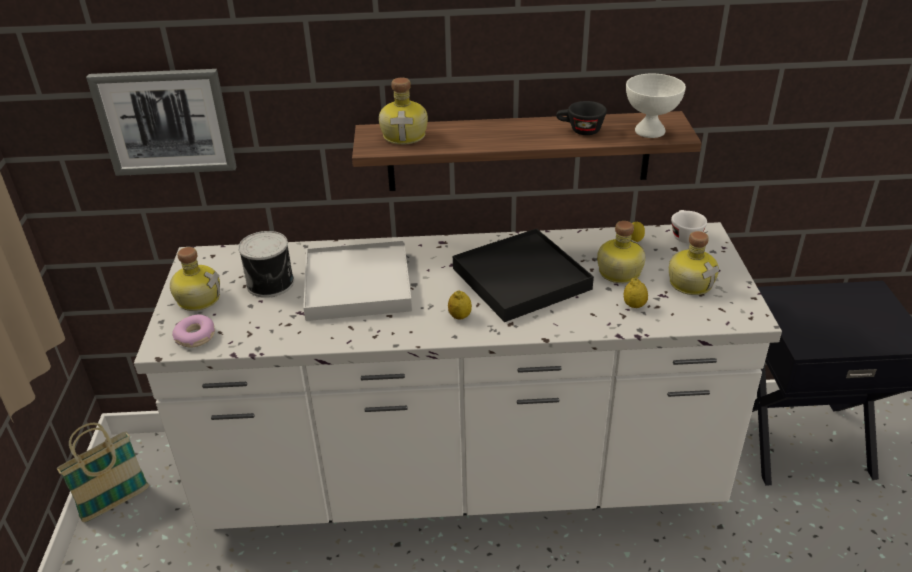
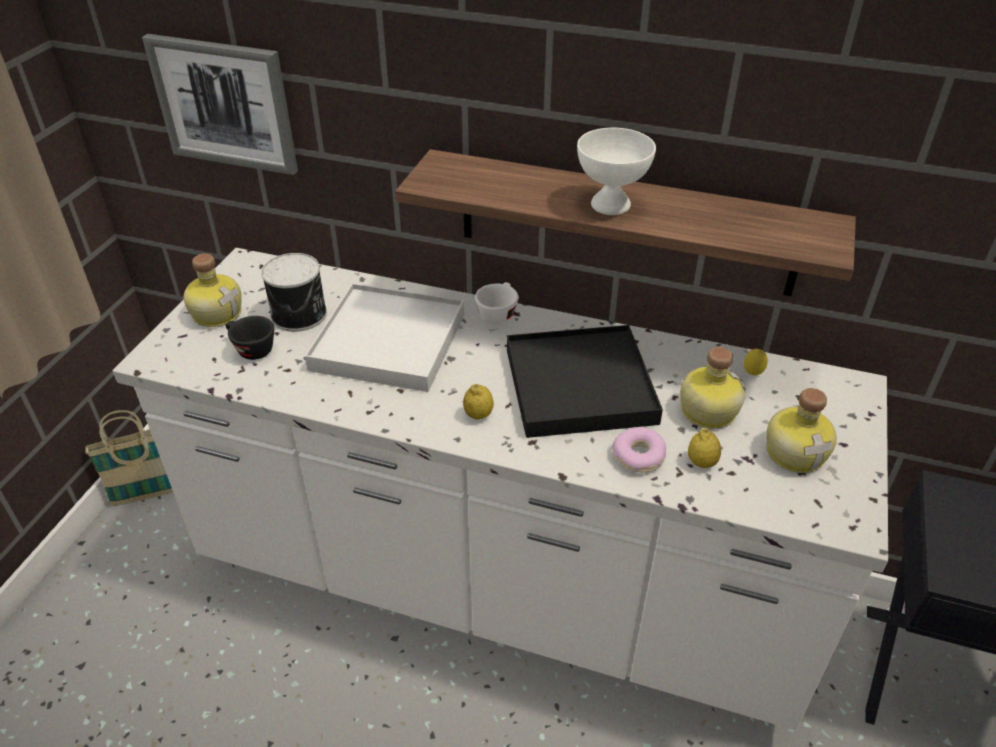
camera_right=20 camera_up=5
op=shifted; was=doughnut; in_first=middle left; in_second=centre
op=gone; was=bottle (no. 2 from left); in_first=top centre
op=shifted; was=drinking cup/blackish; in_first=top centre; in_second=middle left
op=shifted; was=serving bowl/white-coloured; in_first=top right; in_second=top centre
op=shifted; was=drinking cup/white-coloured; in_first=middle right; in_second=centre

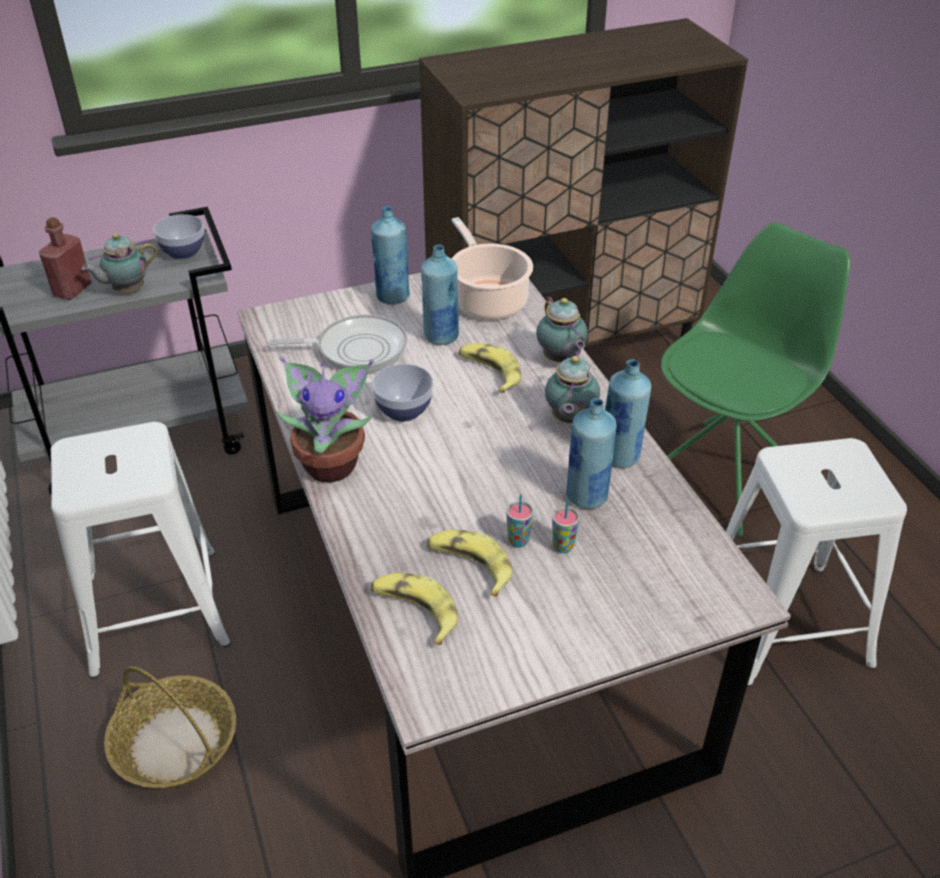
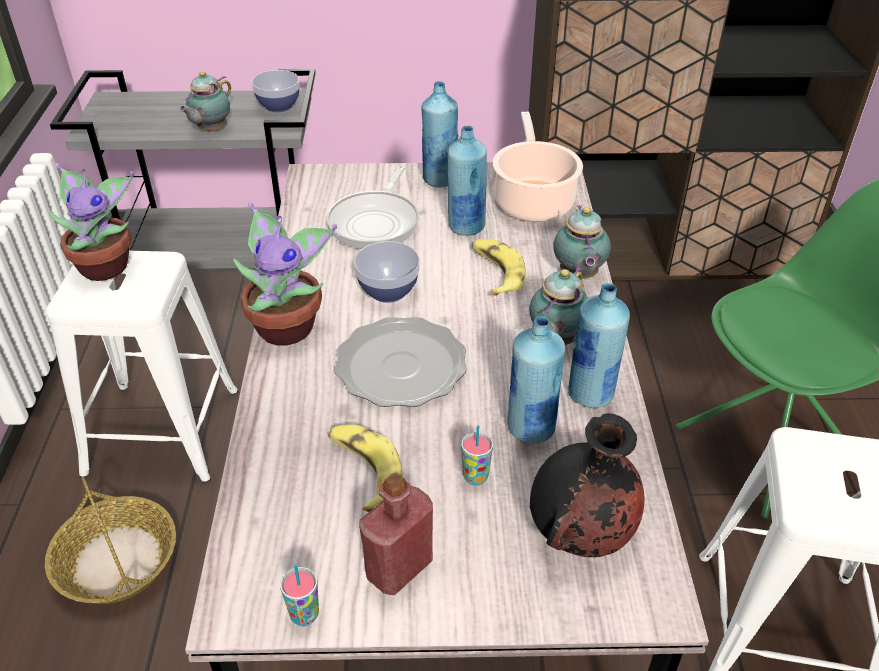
camera_right=20 camera_up=0
op=shifted; was=bottle/red; in_first=top left; in_second=bottom centre
op=rotated; was=pot for tea (no. 1 from left); in_first=top left; in_second=top left; clockwise=-45
op=rotated; was=pan; in_first=centre; in_second=top centre; clockwise=90
op=gone; was=banana (no. 1 from left); in_first=bottom centre
op=shifted; was=drinking cup (no. 1 from left); in_first=centre; in_second=bottom centre
op=new; now=potted plant (no. 1 from left); in_second=top left
op=new; now=dinner plate; in_second=centre
op=new; now=decorative vase/blackish; in_second=bottom right

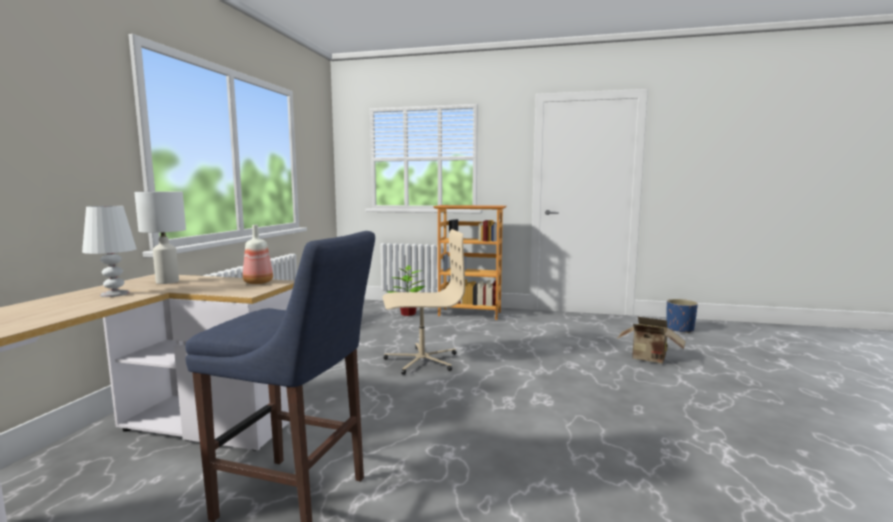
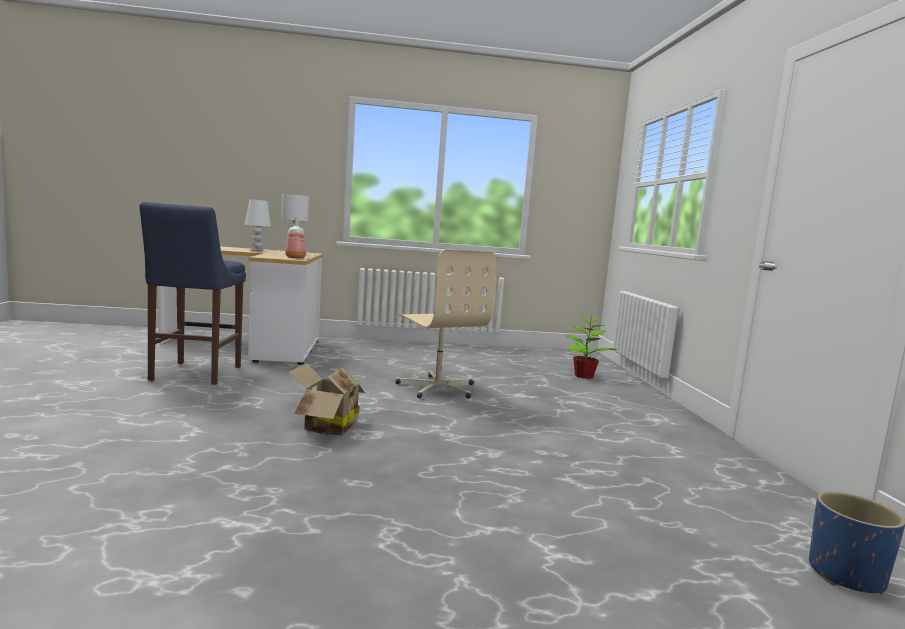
camera_right=70 camera_up=0
op=gone; was=bookshelf; in_first=centre
op=shifted; was=carton; in_first=middle right; in_second=centre

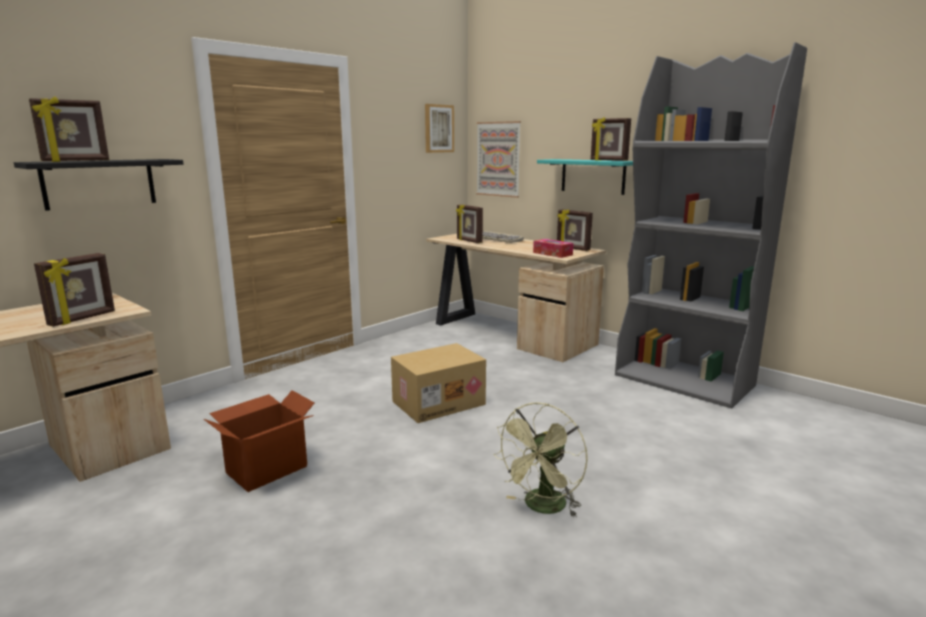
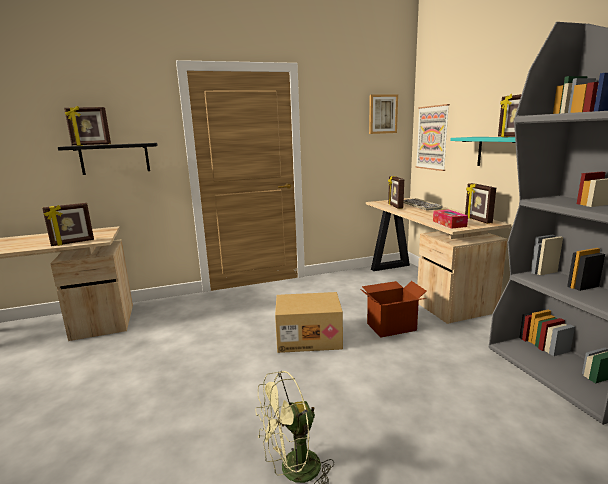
camera_right=30 camera_up=0
op=shifted; was=carton (no. 1 from left in the first image); now=carton (no. 2 from left); in_first=bottom left; in_second=centre

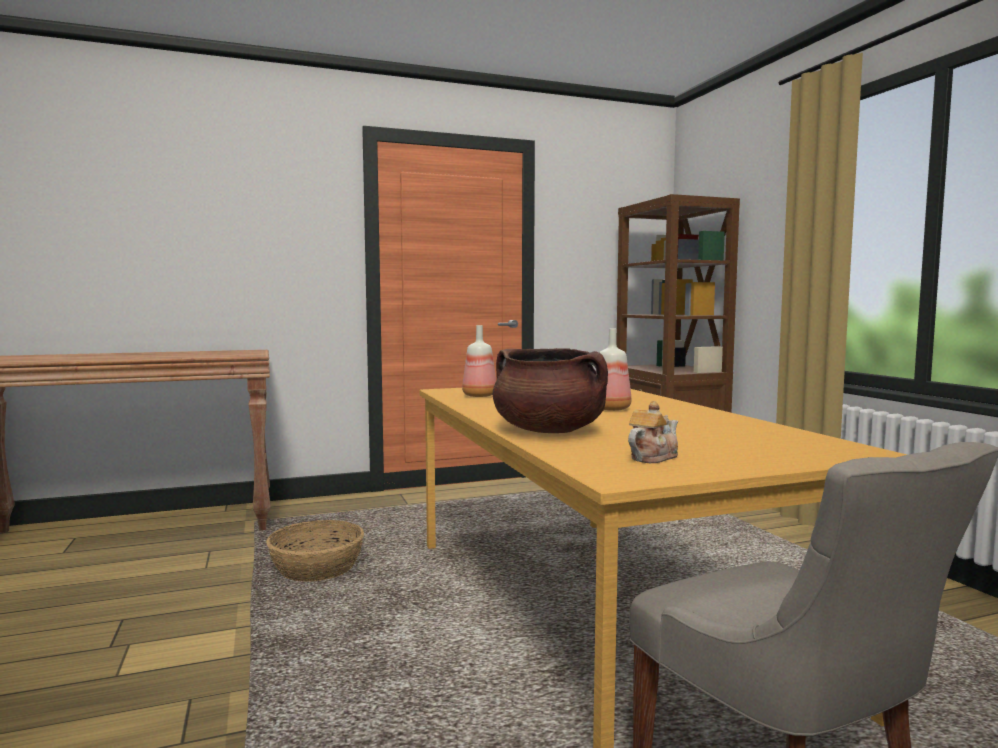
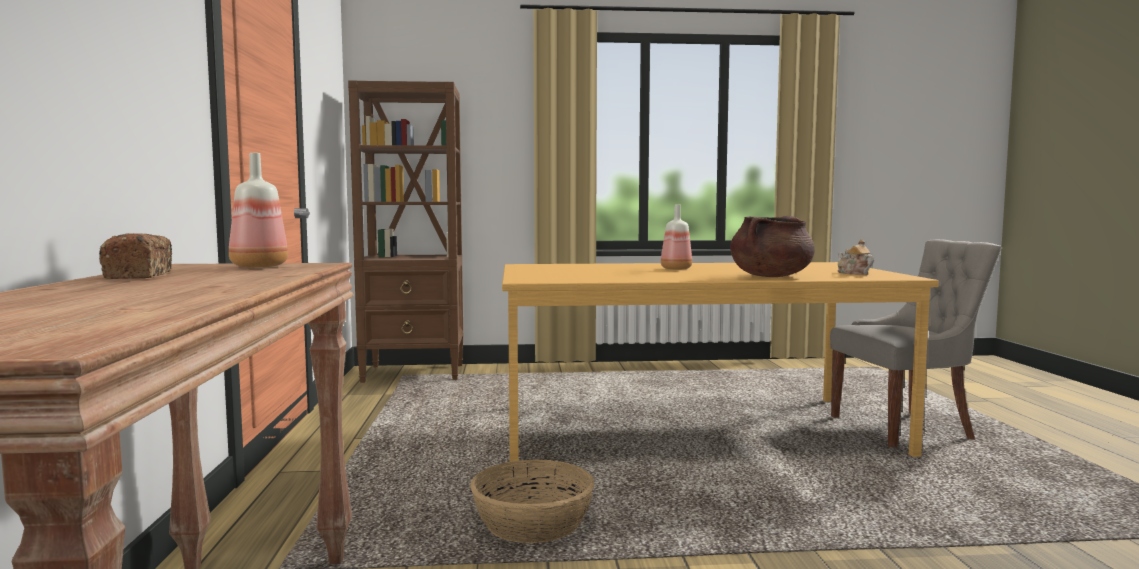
camera_right=-75 camera_up=0
op=shifted; was=bottle (no. 1 from left); in_first=centre; in_second=middle left
op=new; now=bakery bread; in_second=middle left

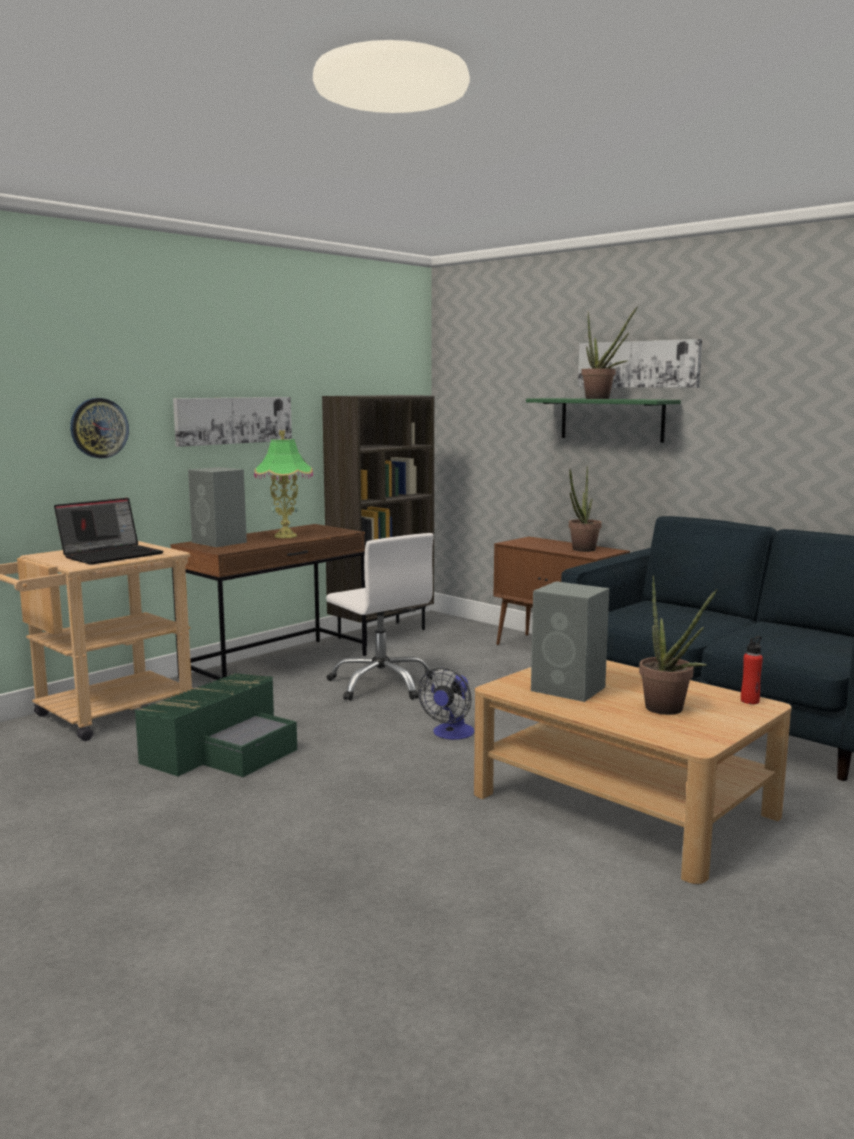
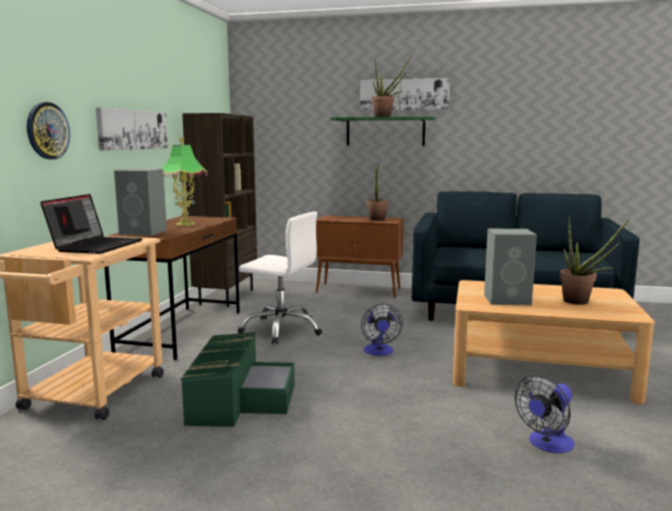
camera_right=-30 camera_up=0
op=gone; was=bottle/red; in_first=middle right
op=new; now=electric fan (no. 2 from left); in_second=bottom right

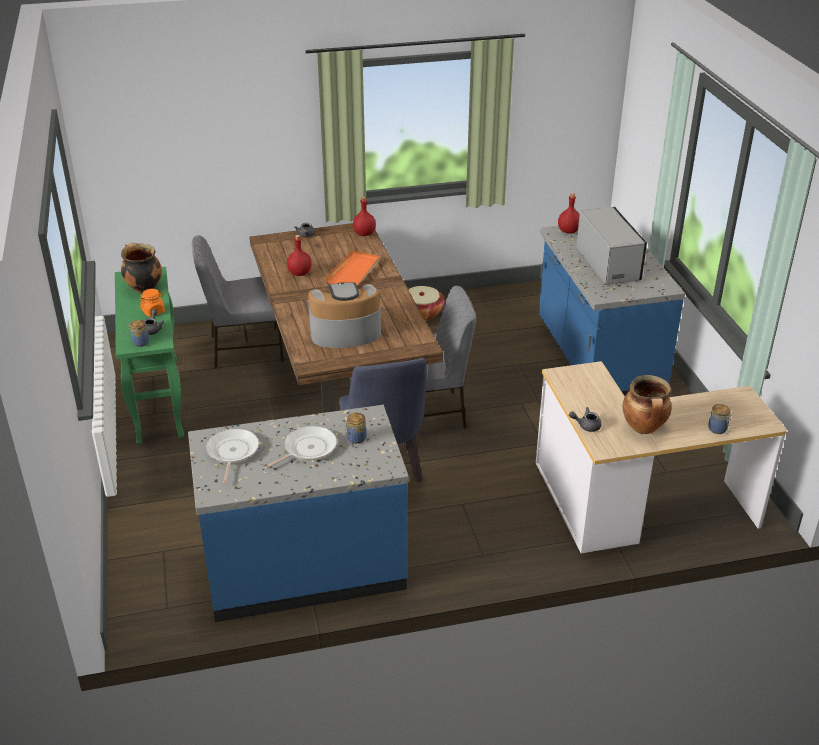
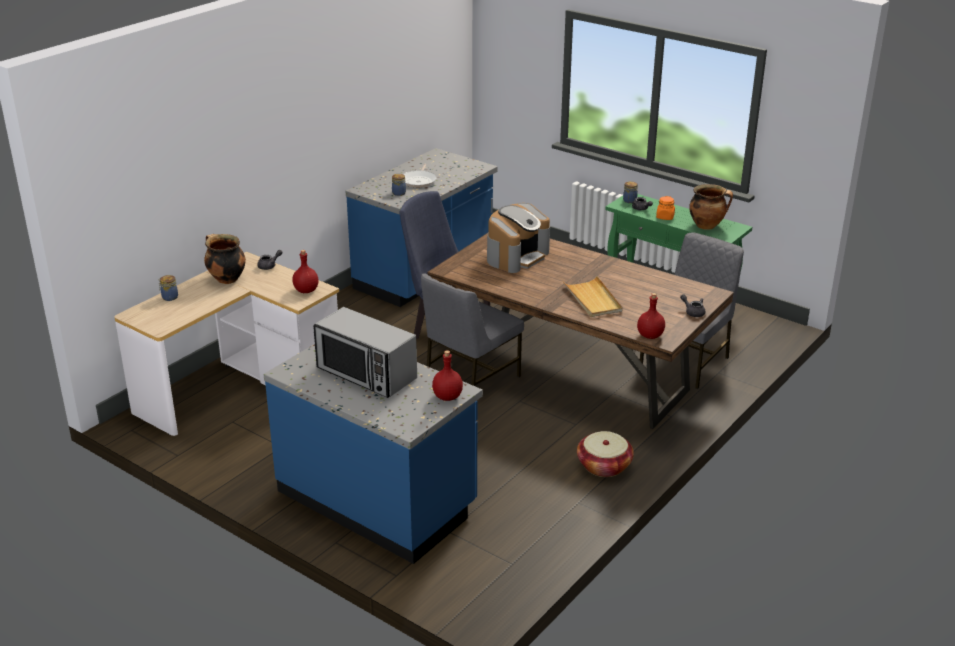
camera_right=140 camera_up=-5
op=gone; was=pan (no. 1 from left); in_first=middle left
op=shifted; was=bottle/red (no. 1 from left); in_first=centre; in_second=middle left
op=repainted; was=carrying tray/orangey; now=carrying tray/beige-coloured; in_first=centre; in_second=centre

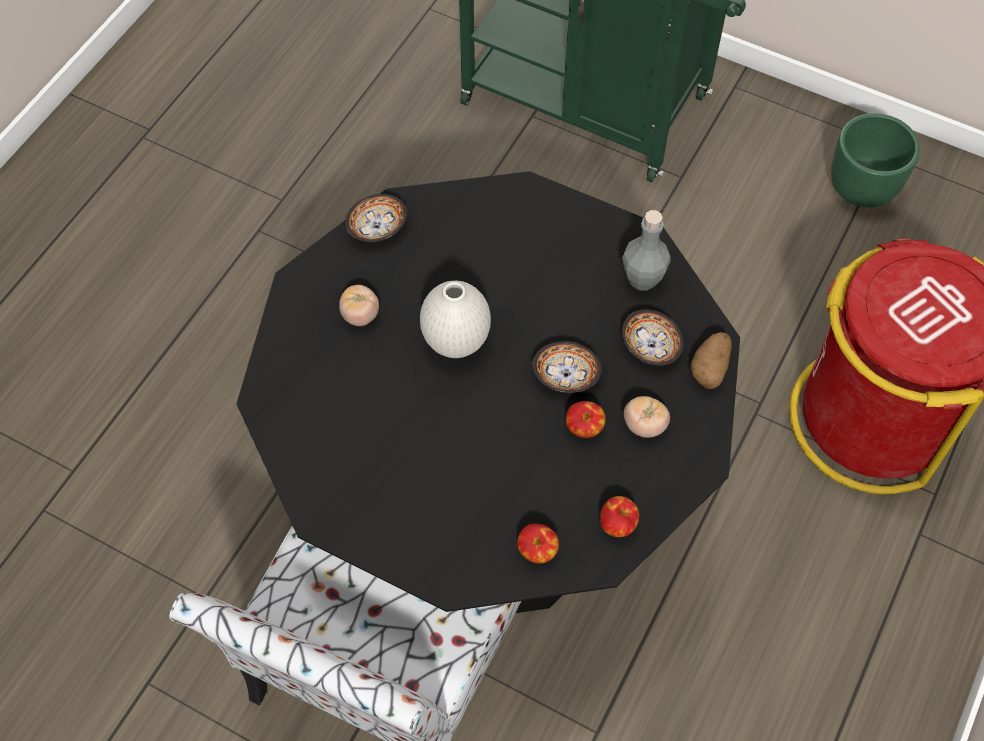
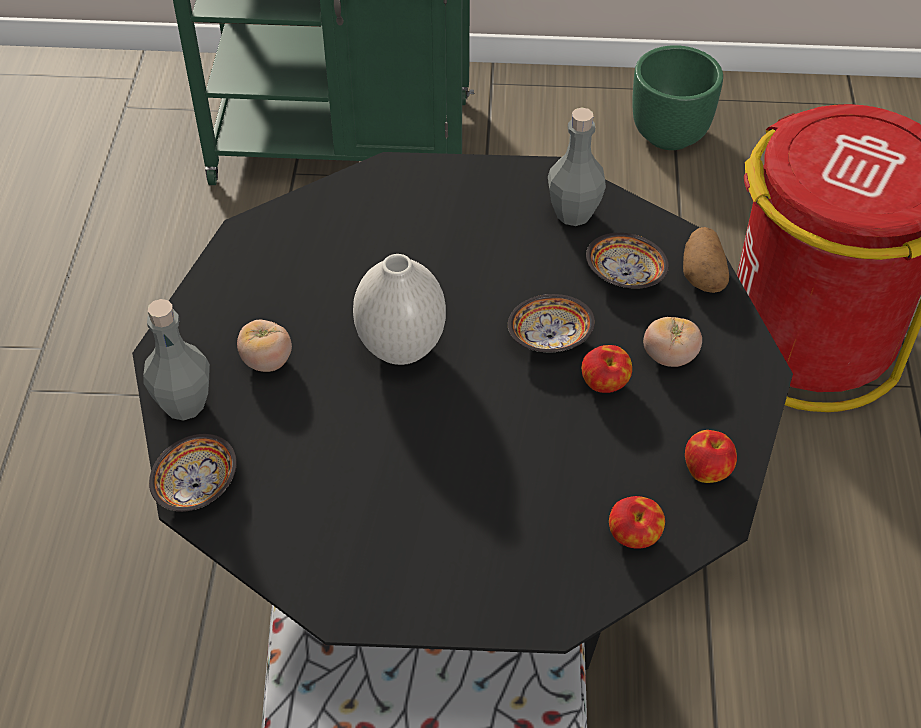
camera_right=-25 camera_up=-10
op=shifted; was=serving bowl (no. 1 from left); in_first=top centre; in_second=middle left
op=new; now=bottle/grey (no. 1 from left); in_second=middle left

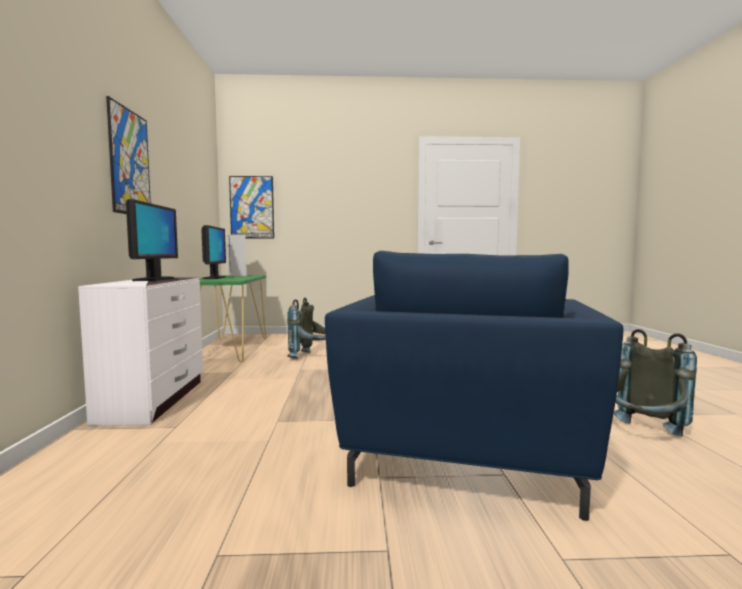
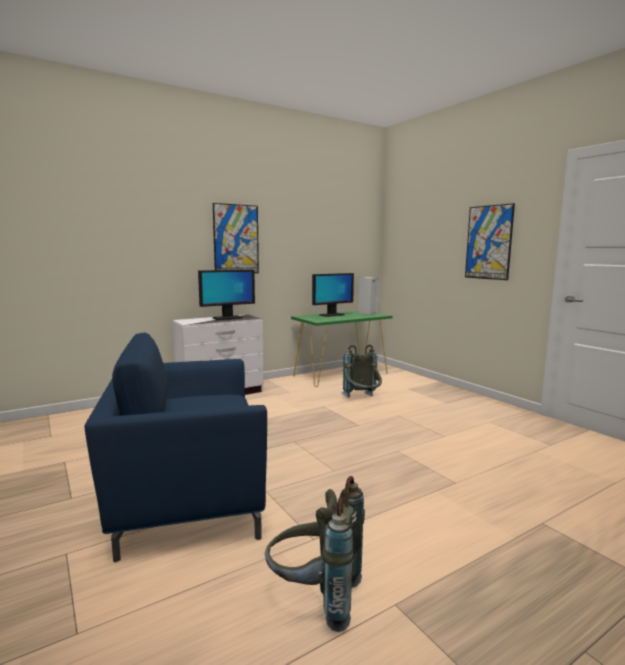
camera_right=60 camera_up=5
op=shifted; was=picture (no. 2 from left); in_first=centre; in_second=middle right

